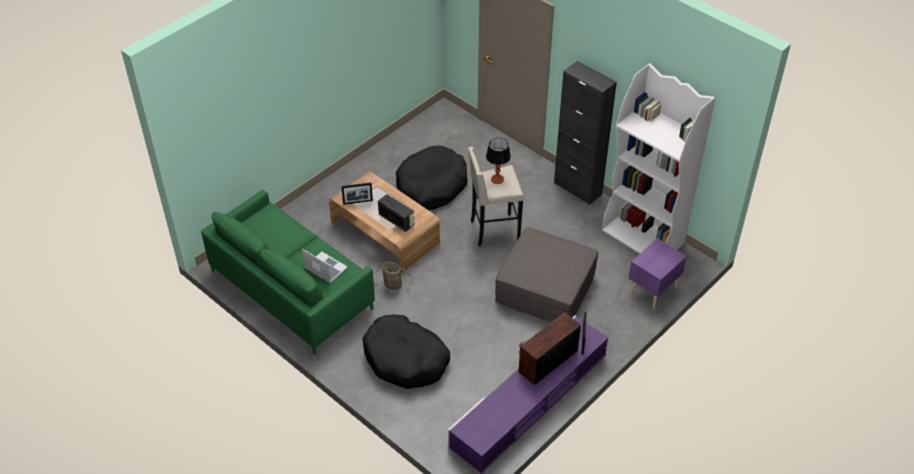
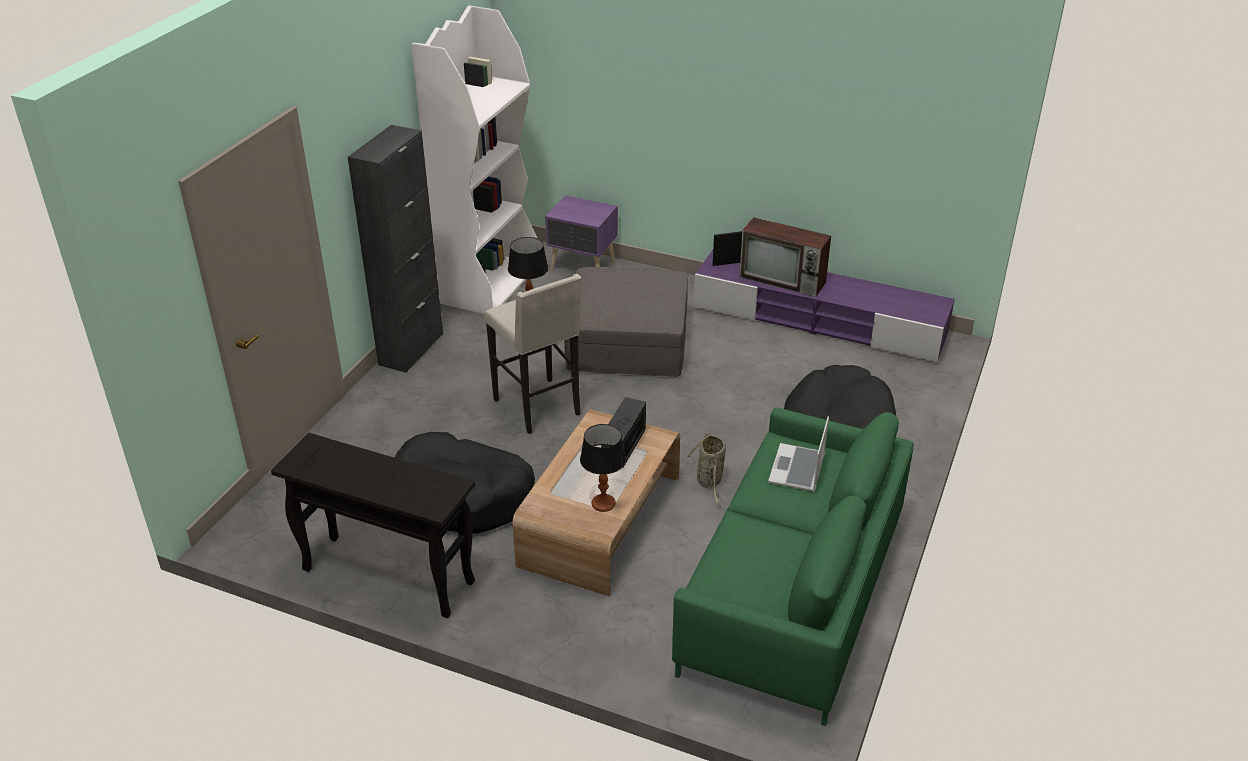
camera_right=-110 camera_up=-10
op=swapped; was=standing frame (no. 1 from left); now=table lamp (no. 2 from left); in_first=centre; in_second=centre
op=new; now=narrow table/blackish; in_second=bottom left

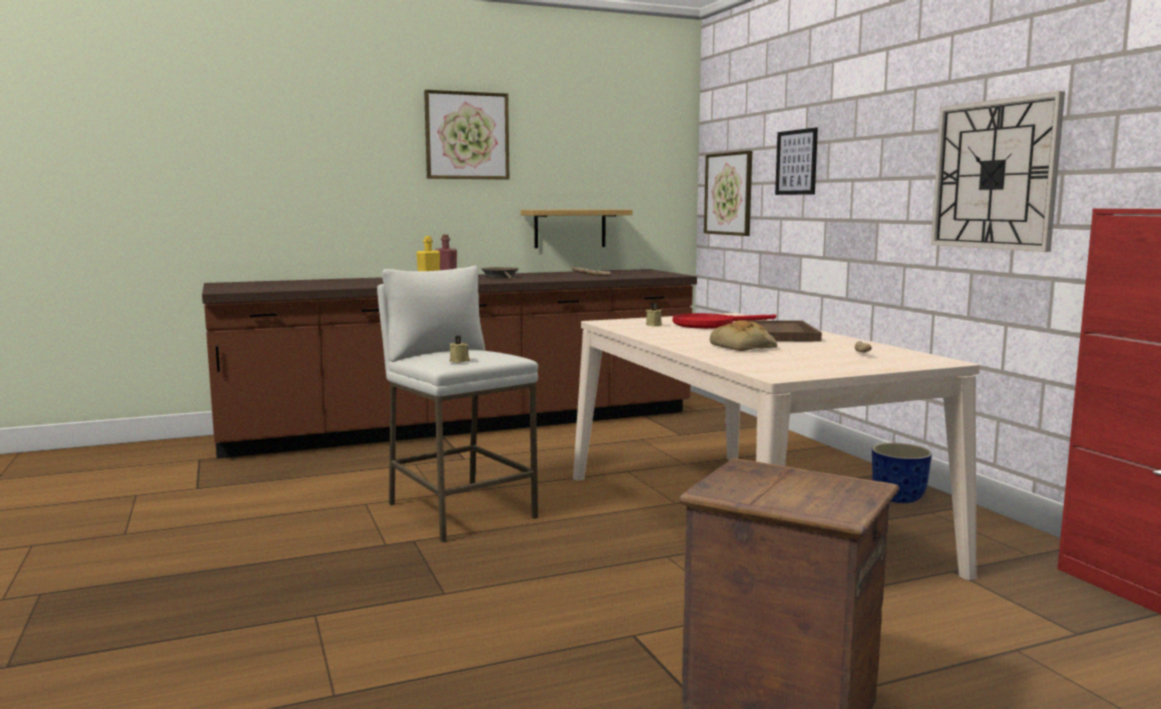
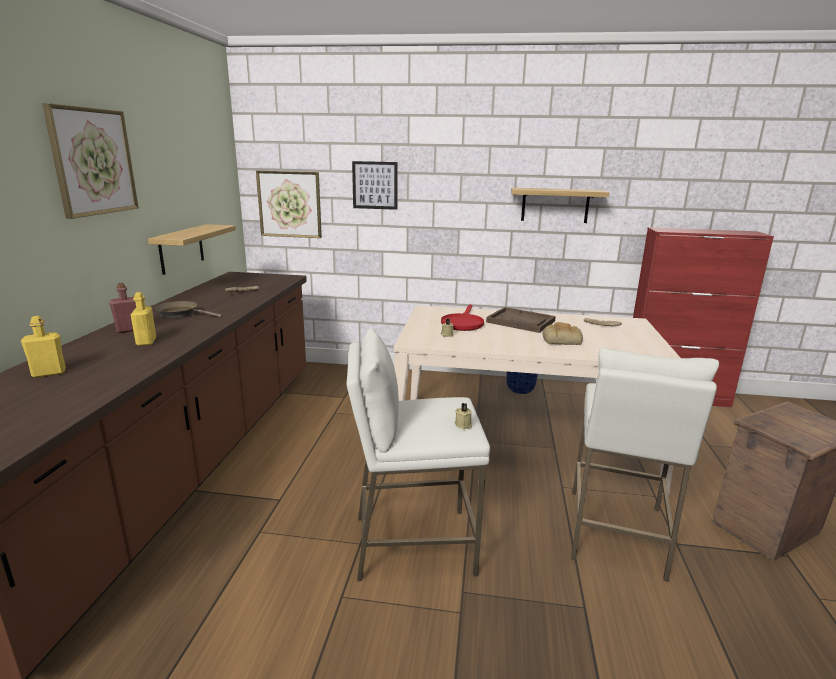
camera_right=-60 camera_up=10
op=swapped; was=hanging clock; now=wall shelf (no. 2 from left); in_first=top right; in_second=top right
op=new; now=bottle/yellow-coloured (no. 1 from left); in_second=middle left
op=new; now=stool seat/white-coloured (no. 2 from left); in_second=bottom right

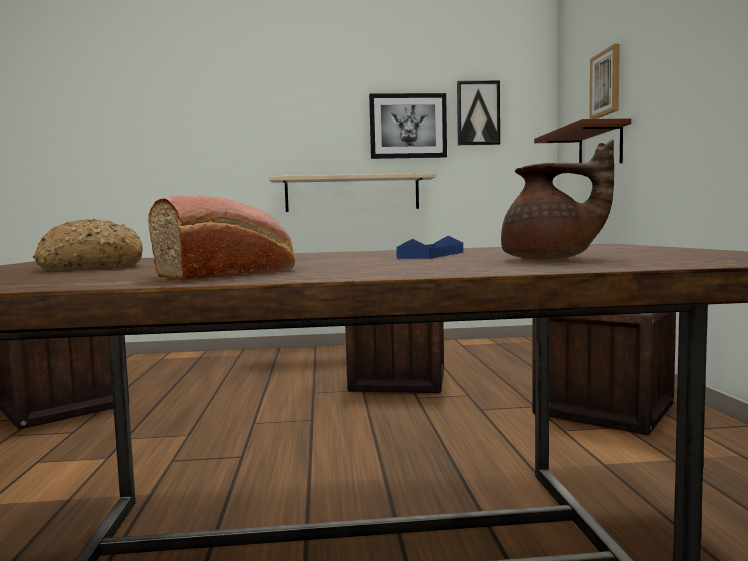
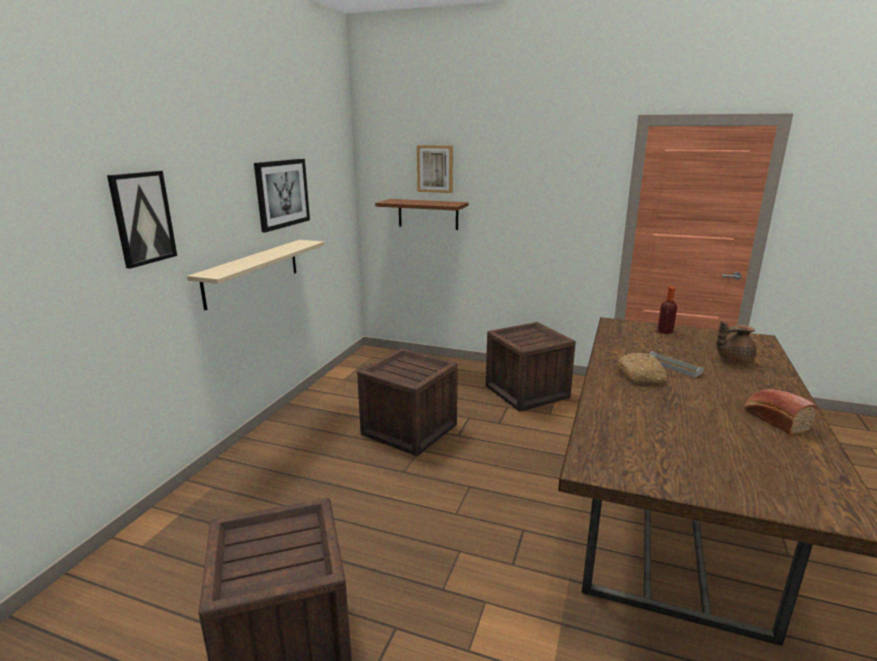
camera_right=-65 camera_up=15
op=shifted; was=bakery bread (no. 1 from left); in_first=middle left; in_second=middle right
op=repainted; was=carrying tray/bluish; now=carrying tray/grey; in_first=centre; in_second=middle right
op=shifted; was=picture (no. 2 from left in the first image); now=picture (no. 1 from left); in_first=top centre; in_second=top left
op=rotated; was=pot for tea/brown; in_first=middle right; in_second=middle right; clockwise=-150
op=new; now=bottle; in_second=middle right

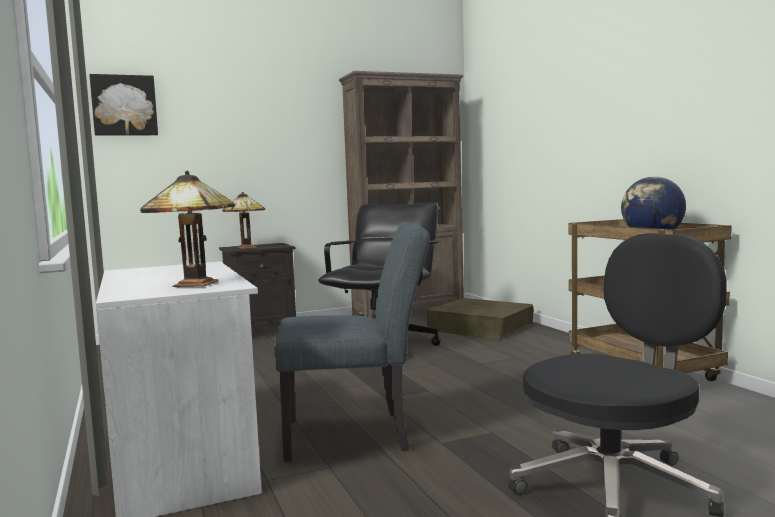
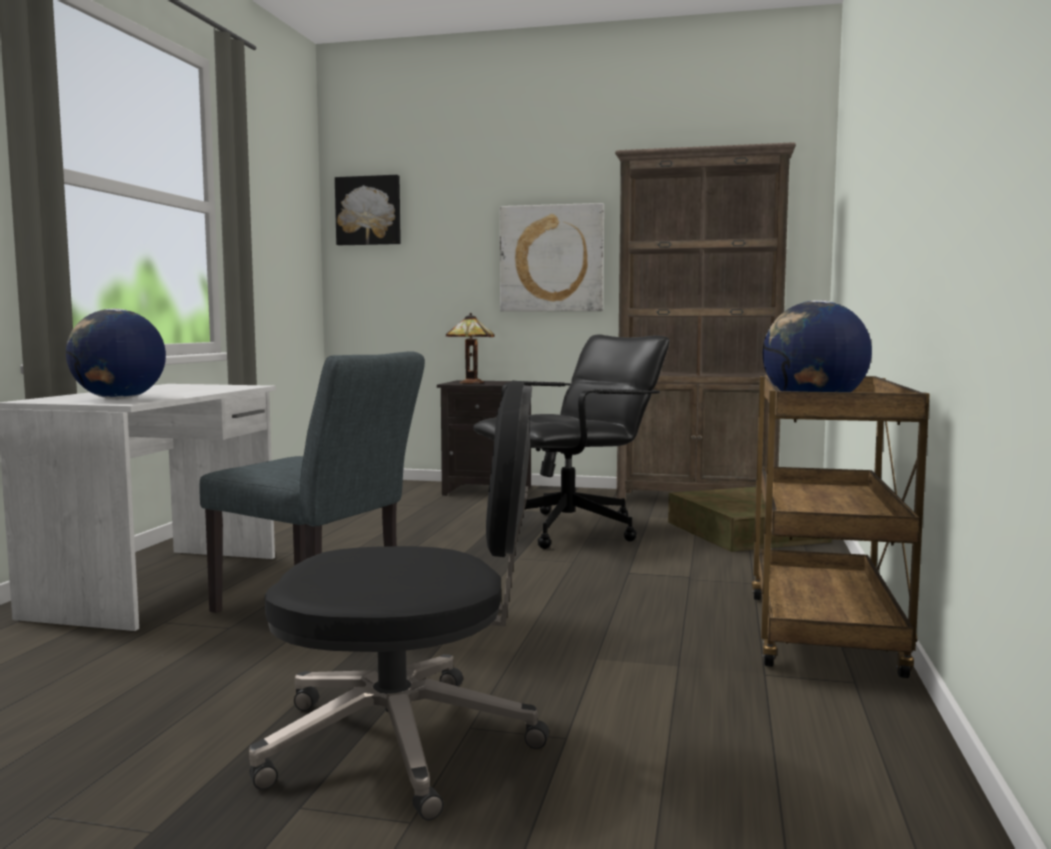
camera_right=35 camera_up=0
op=swapped; was=table lamp (no. 1 from left); now=world globe (no. 1 from left); in_first=middle left; in_second=middle left
op=new; now=picture (no. 2 from left); in_second=top centre

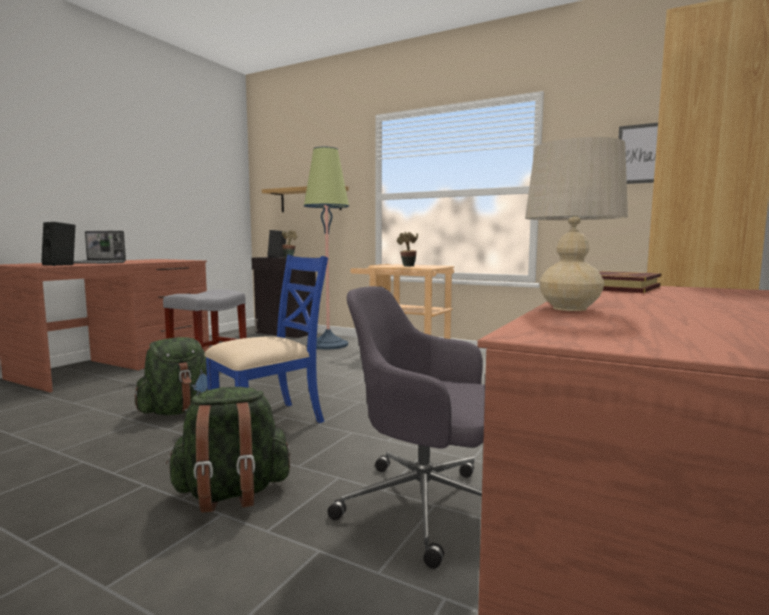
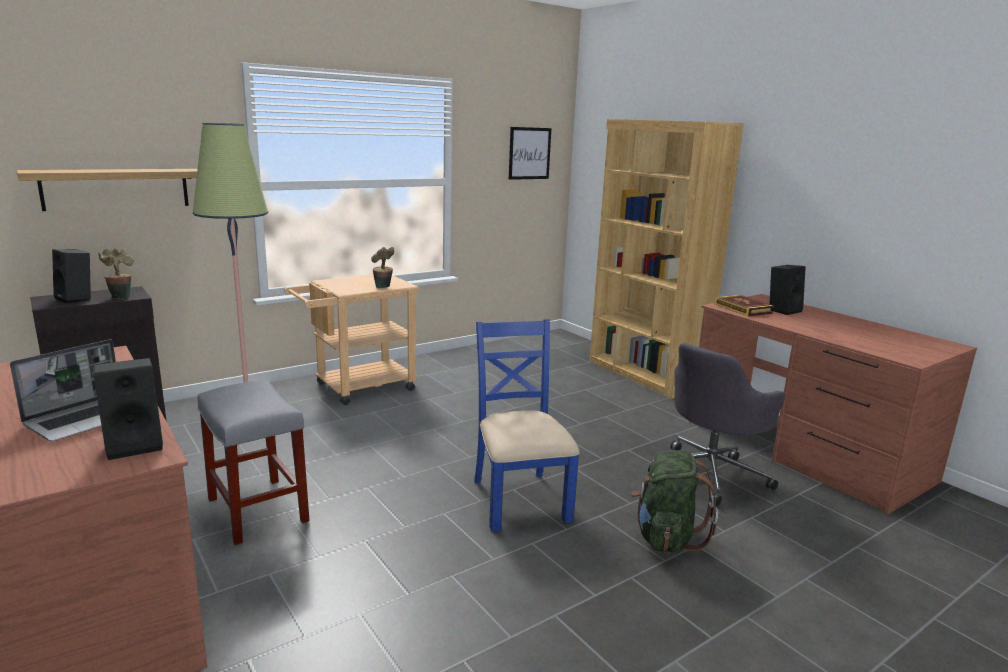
camera_right=-65 camera_up=10
op=gone; was=rucksack/green (no. 1 from left); in_first=middle left
op=gone; was=table lamp/beige-coloured; in_first=middle right
op=new; now=loudspeaker/blackish (no. 3 from left); in_second=middle right

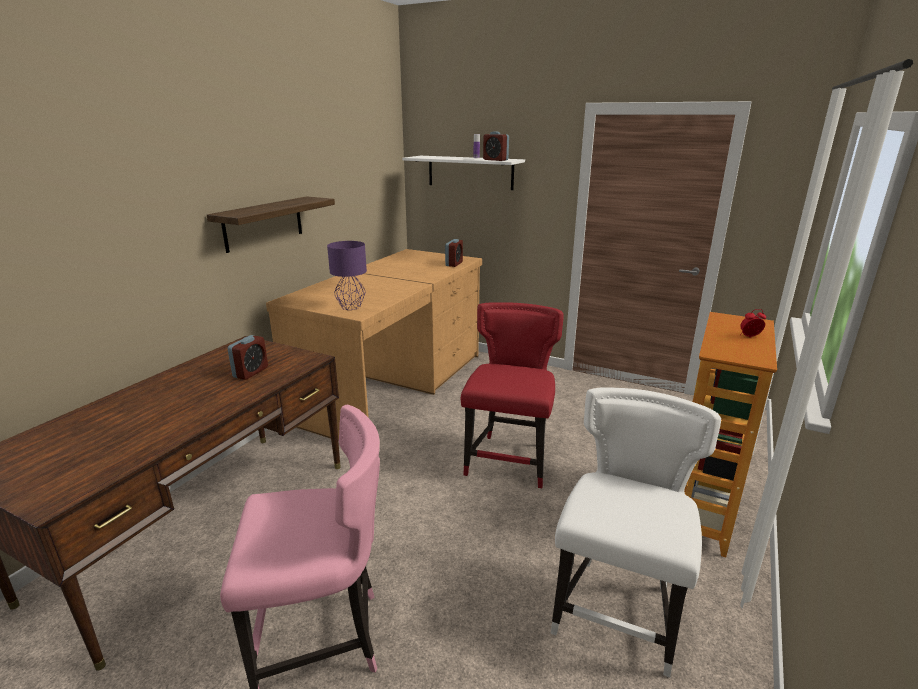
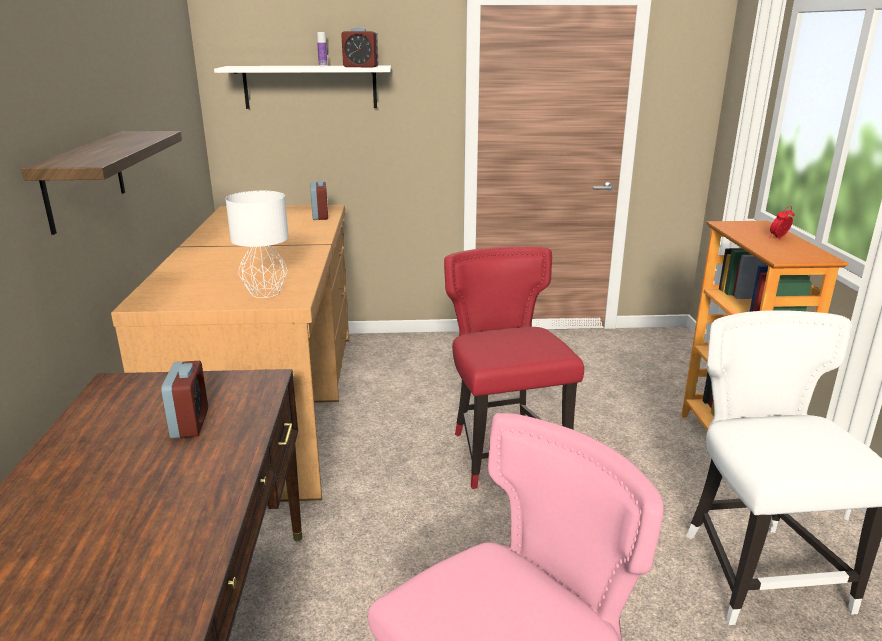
camera_right=-30 camera_up=0
op=repainted; was=table lamp/purple; now=table lamp/white-coloured; in_first=centre; in_second=middle left

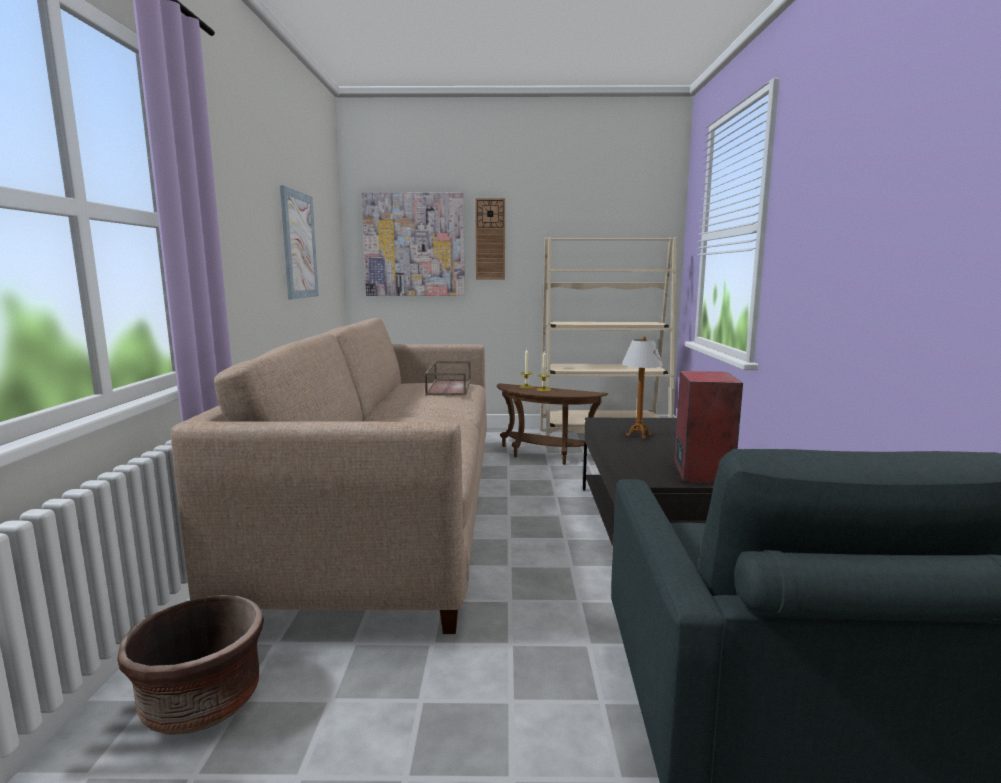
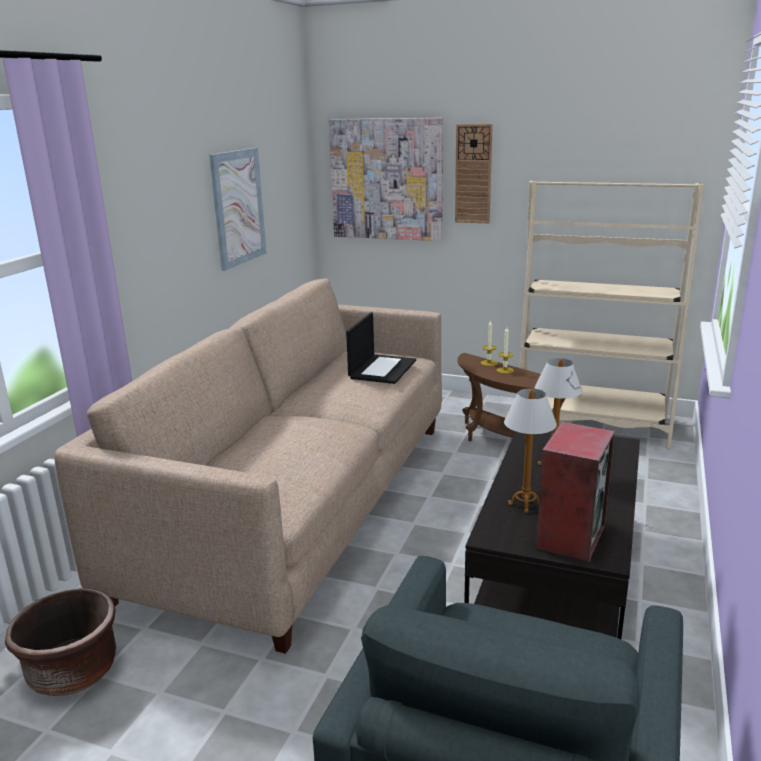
camera_right=20 camera_up=10
op=swapped; was=carrying tray/brown; now=portable computer; in_first=centre; in_second=centre
op=new; now=table lamp (no. 1 from left); in_second=middle right

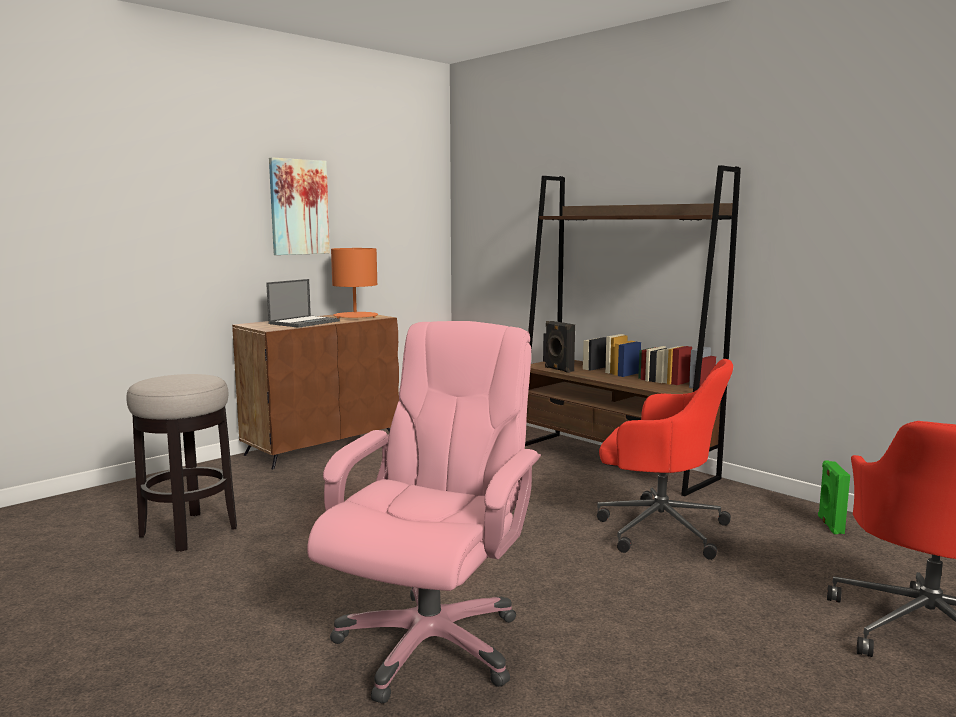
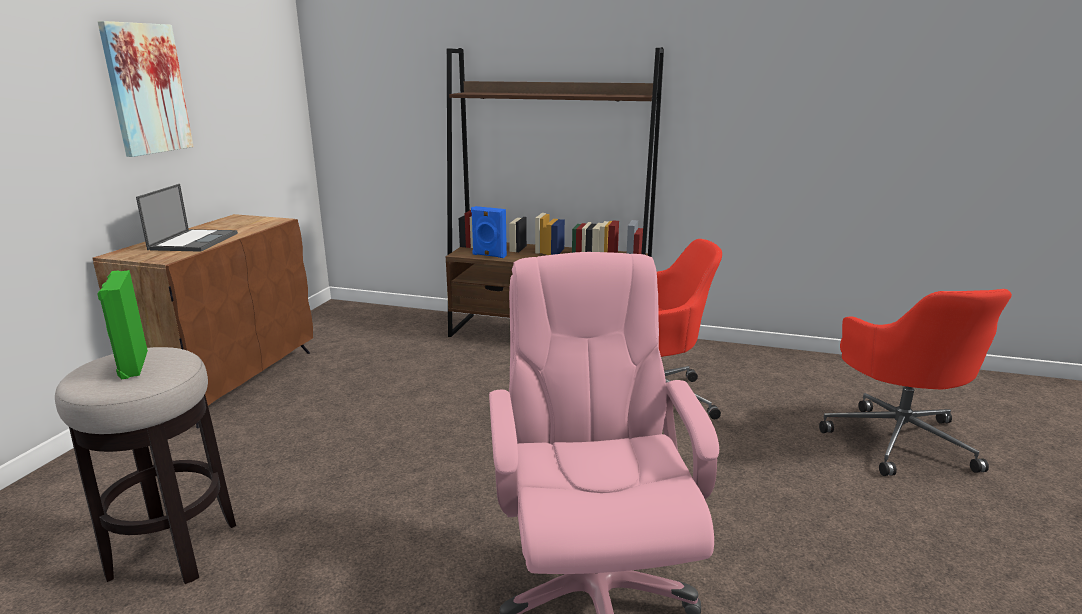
camera_right=-30 camera_up=10
op=gone; was=table lamp/orangey; in_first=centre
op=repainted; was=loudspeaker/blackish; now=loudspeaker/bluish; in_first=centre; in_second=centre
op=shifted; was=loudspeaker/green; in_first=bottom right; in_second=middle left

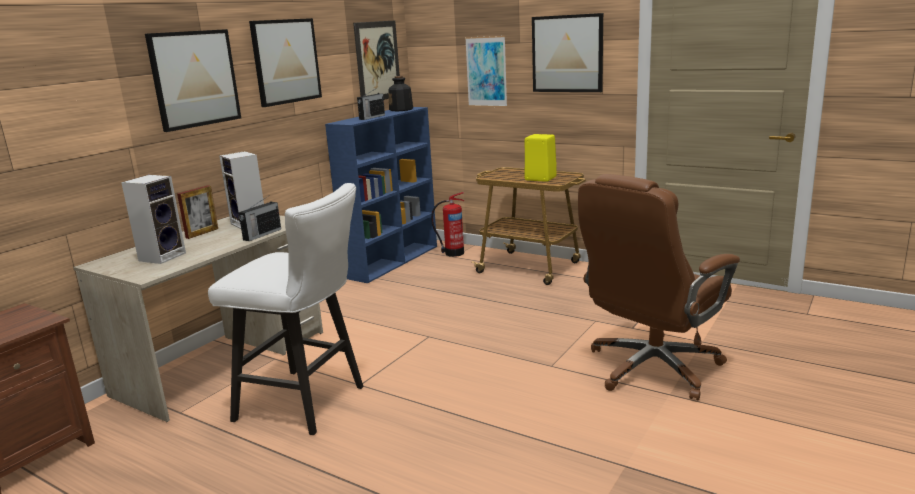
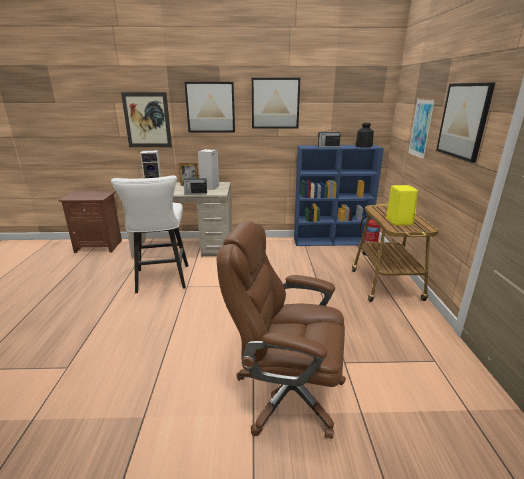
camera_right=55 camera_up=5
op=shifted; was=picture (no. 3 from left in the first image); now=picture (no. 1 from left); in_first=top centre; in_second=top left

